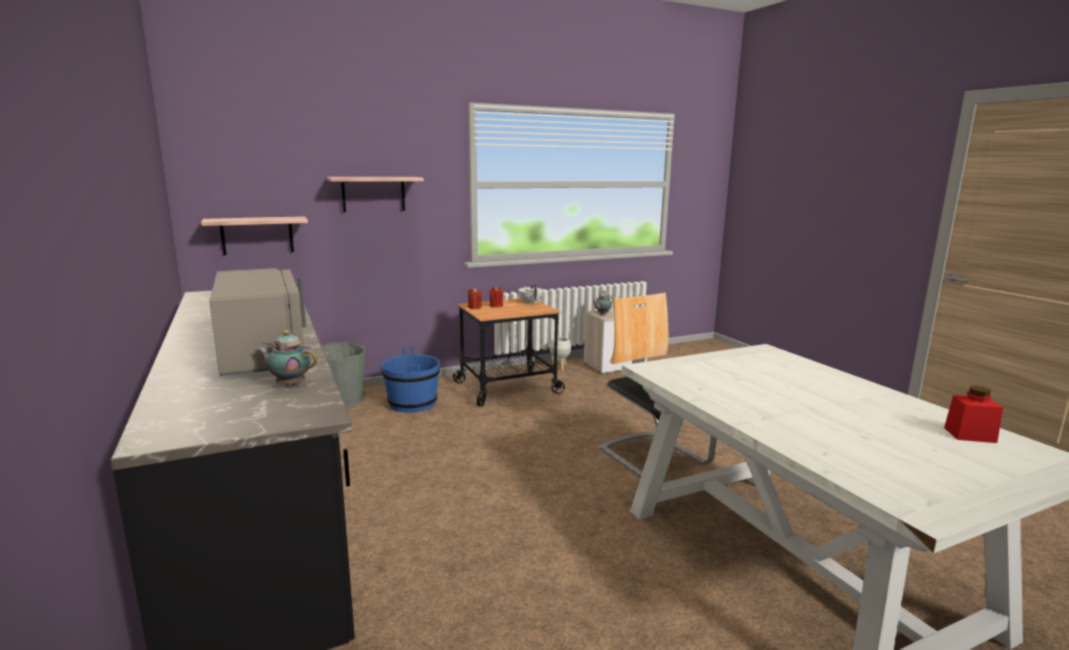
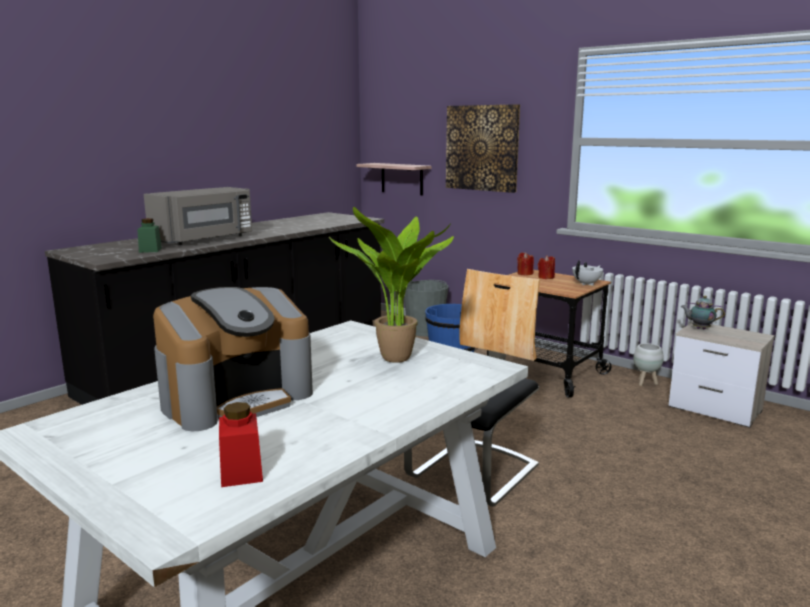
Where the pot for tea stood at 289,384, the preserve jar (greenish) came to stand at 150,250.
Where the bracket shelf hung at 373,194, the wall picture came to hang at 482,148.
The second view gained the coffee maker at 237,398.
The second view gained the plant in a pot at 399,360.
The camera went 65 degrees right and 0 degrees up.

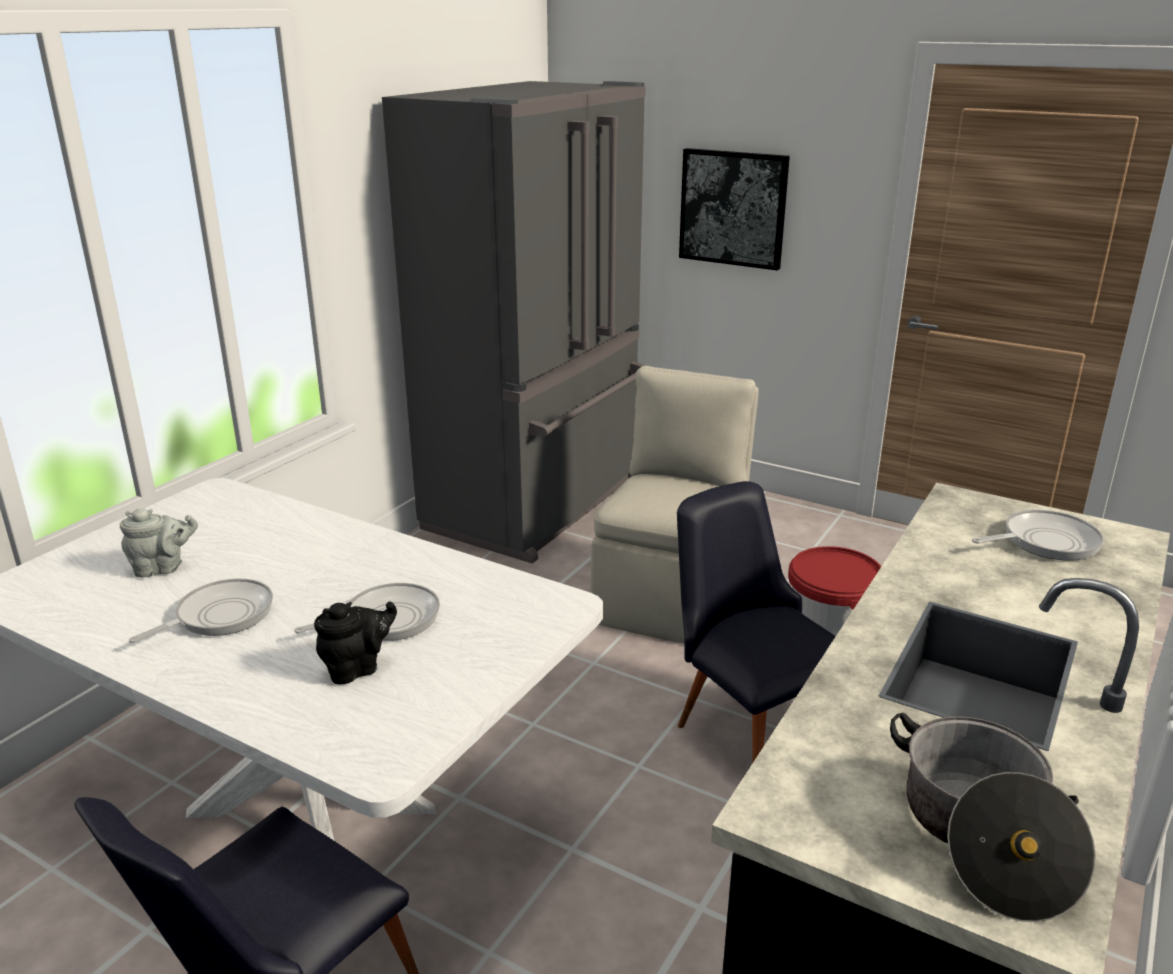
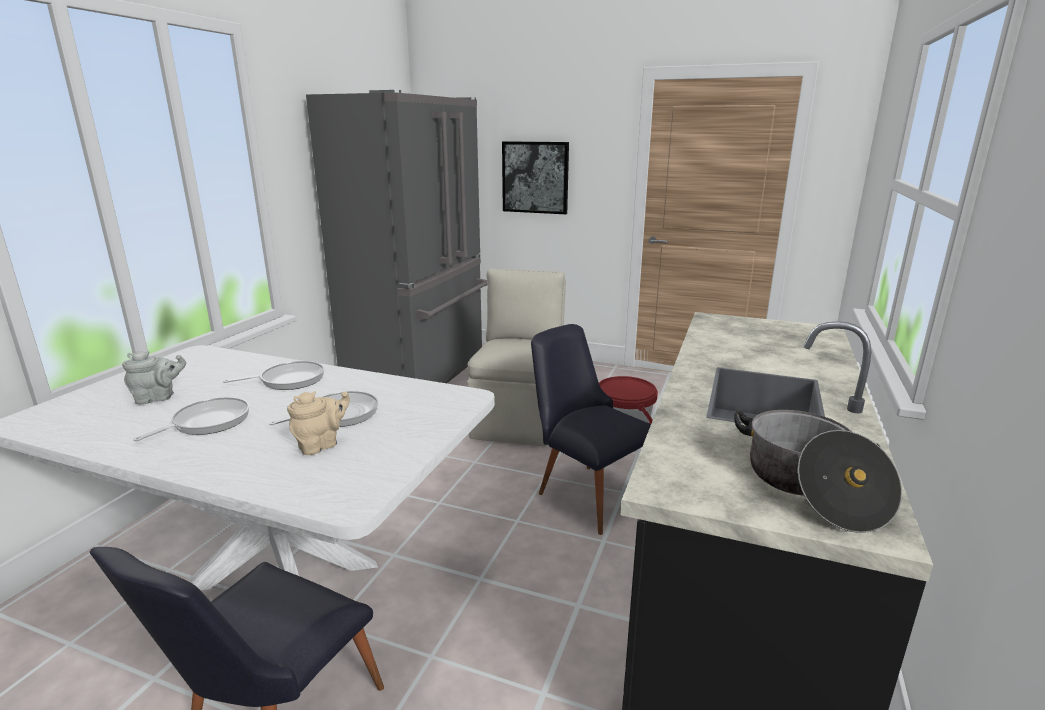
What was the pot for tea (black-coloured) at 357,668 turned into the pot for tea (beige) at 321,445.
The skillet ended up elsewhere, having gone from 1045,542 to 288,380.
The camera went 10 degrees left and 5 degrees down.

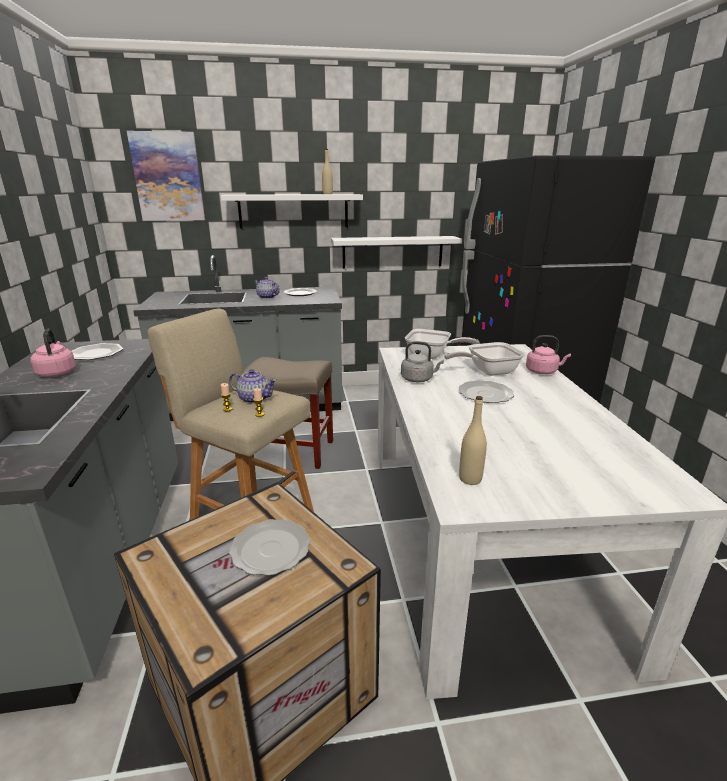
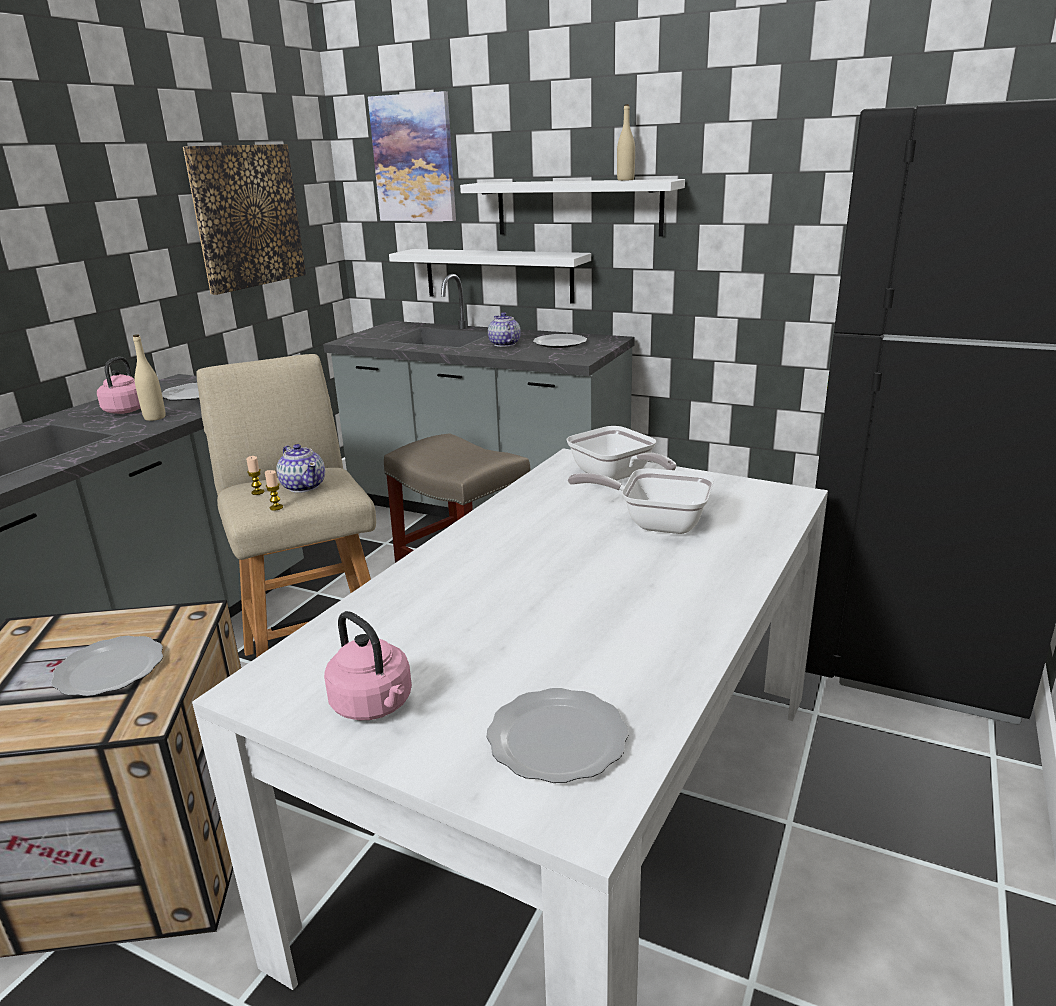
The bracket shelf (white-coloured) ended up elsewhere, having gone from 393,252 to 498,275.
The second view lost the tea kettle (gray) at 418,379.
The flat dish ended up elsewhere, having gone from 485,394 to 556,740.
The drink bottle (beige) ended up elsewhere, having gone from 470,479 to 155,418.
The tea kettle (pinkish) ended up elsewhere, having gone from 543,371 to 374,705.
The second view gained the wall picture at 247,216.
The camera went 35 degrees right and 0 degrees up.

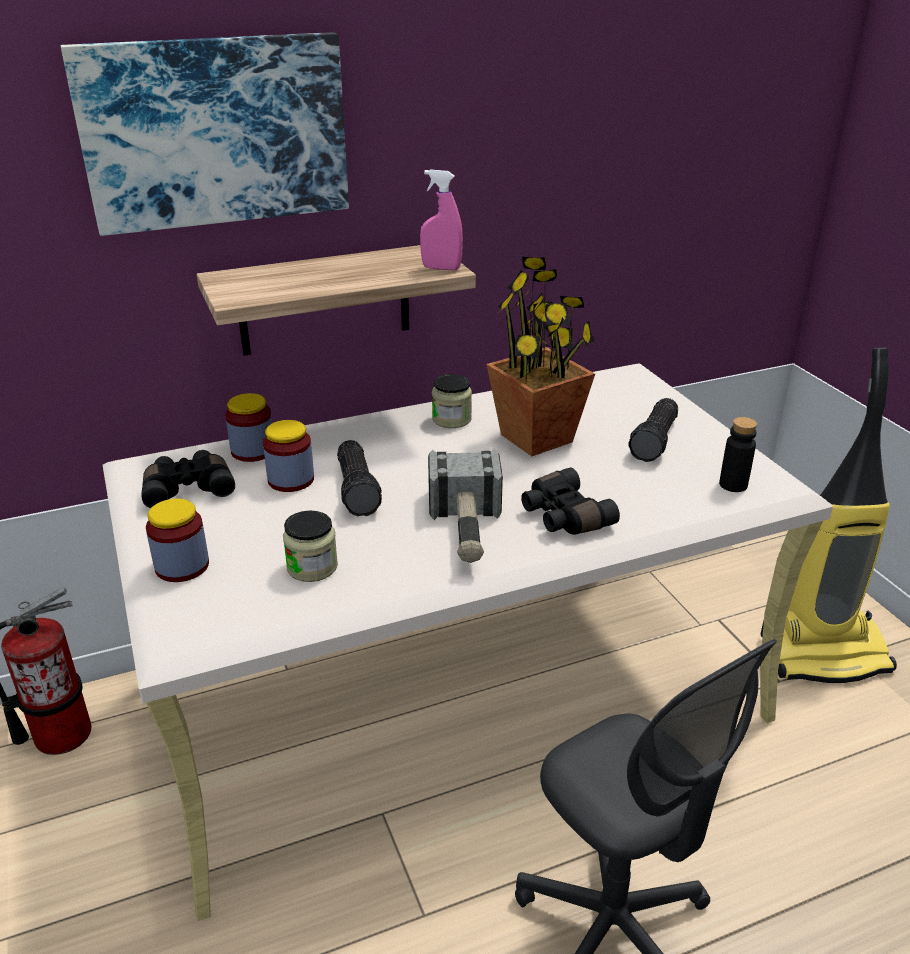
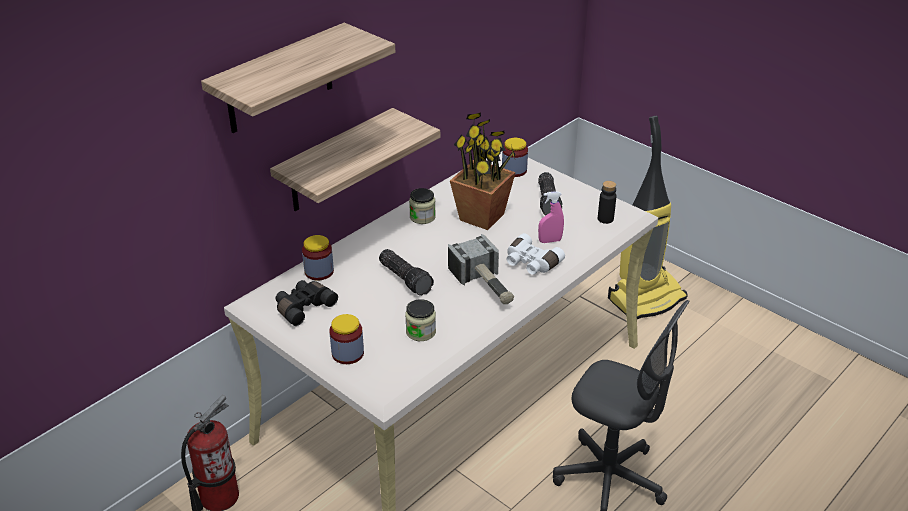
Where the wall picture hung at 215,132, the bracket shelf came to hang at 279,80.
The preserve jar ended up elsewhere, having gone from 291,480 to 514,170.
The spray bottle (pinkish) ended up elsewhere, having gone from 441,268 to 550,241.
What was the binoculars (black-coloured) at 563,516 turned into the binoculars (white-coloured) at 531,263.
The camera went 25 degrees left and 5 degrees up.

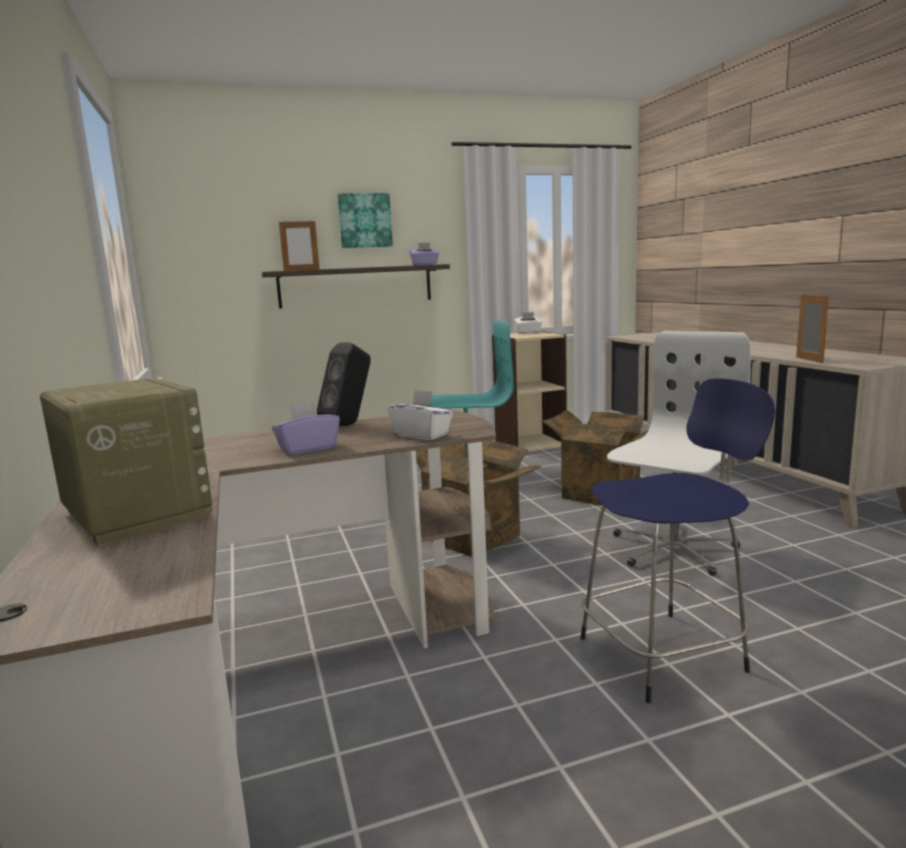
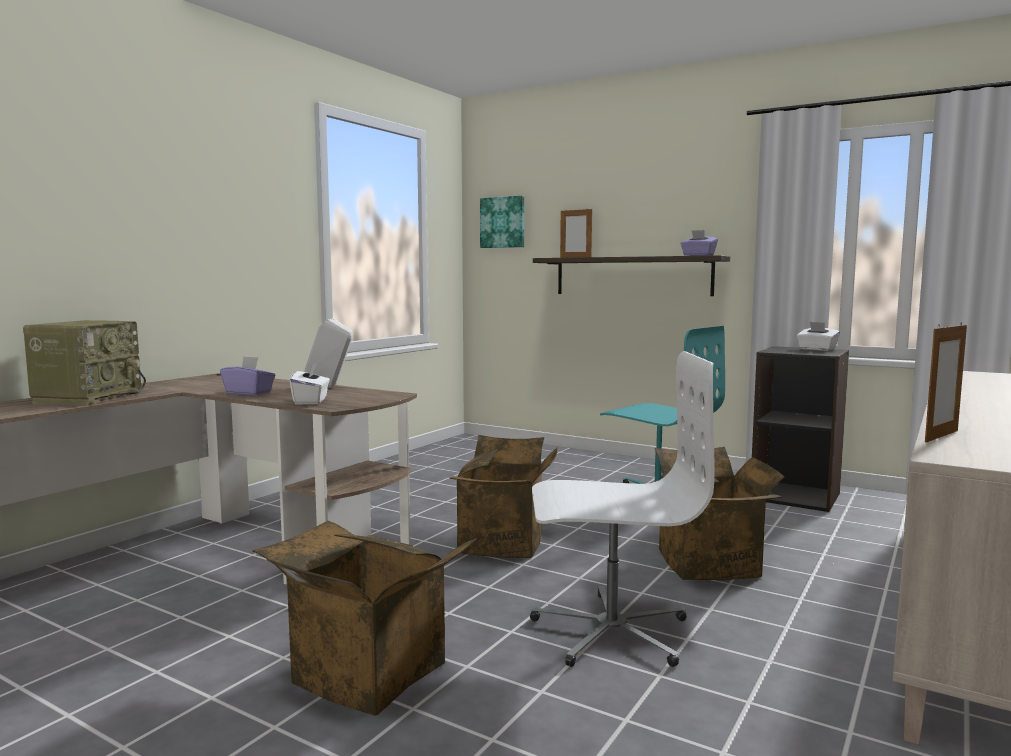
What was the loudspeaker (black-coloured) at 349,424 turned into the loudspeaker (white-coloured) at 329,387.
The wall picture ended up elsewhere, having gone from 364,220 to 503,222.
What was the shelving unit (beige) at 530,443 turned into the shelving unit (black-coloured) at 795,496.
Where the stool (bluish) stood at 666,653, the cardboard box came to stand at 363,676.
The camera went 50 degrees right and 5 degrees down.

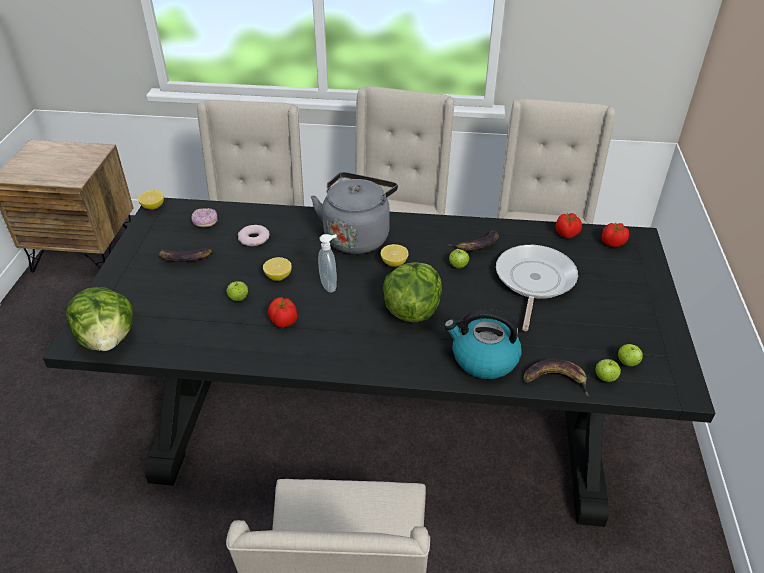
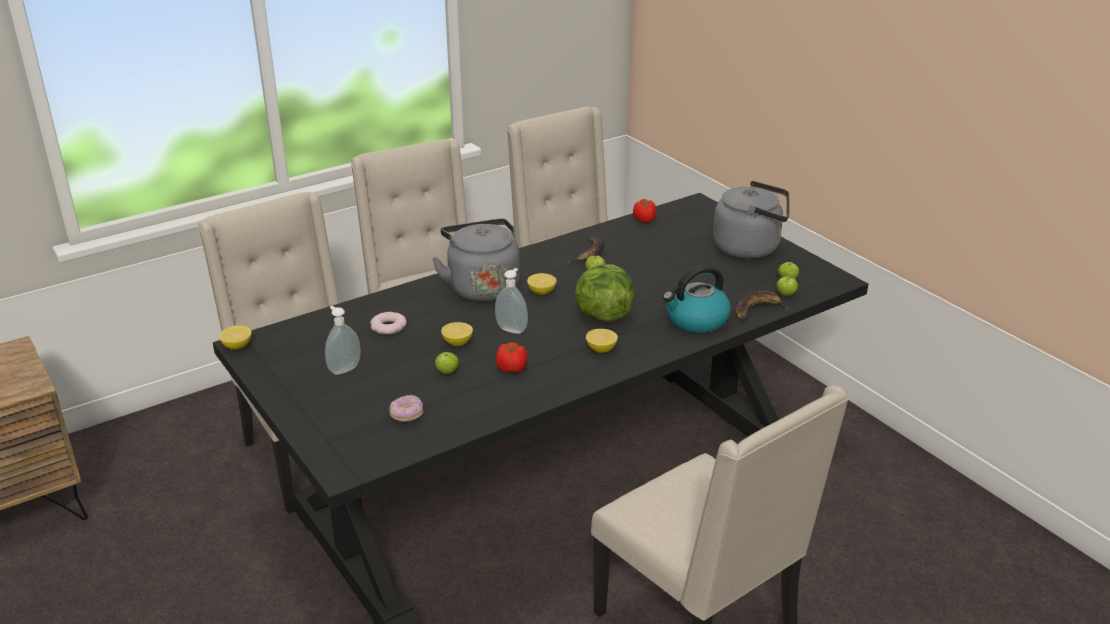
The second view lost the lettuce head at 108,339.
Where the banana stood at 184,258, the liquid soap bottle came to stand at 343,369.
The donut ended up elsewhere, having gone from 205,222 to 407,415.
The second view lost the skillet at 533,281.
The second view lost the fresh tomato at 612,243.
The second view gained the lemon at 601,349.
The second view gained the tea kettle (gray) at 750,248.
The camera went 40 degrees left and 10 degrees down.

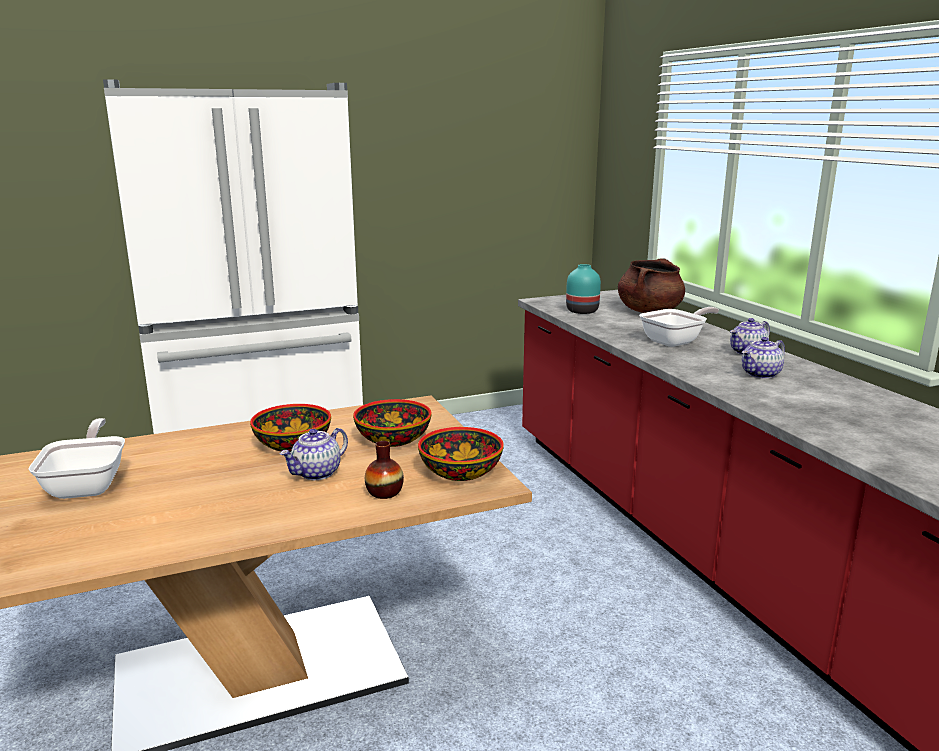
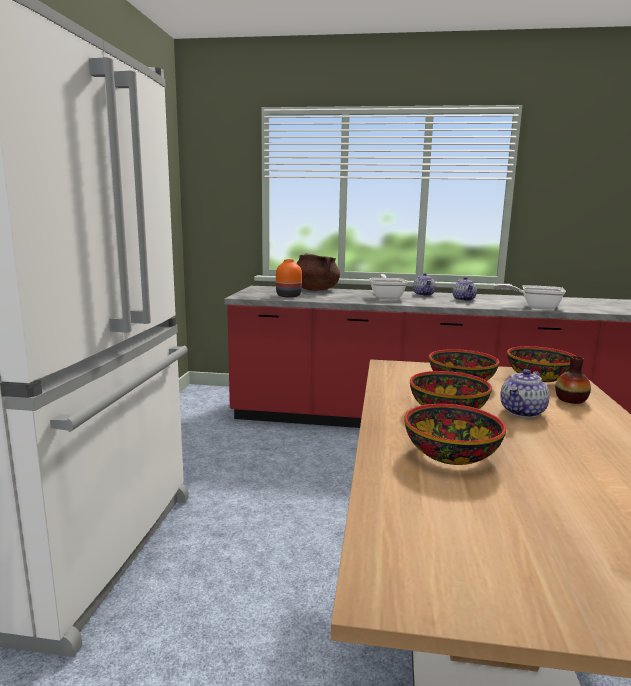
The skillet ended up elsewhere, having gone from 88,484 to 535,307.
The pot for tea at 317,473 ended up facing another way, 60 degrees clockwise from before.
What was the vase (turquoise-coloured) at 581,311 turned into the vase (orange) at 288,296.
The second view gained the deep dish at 452,454.
The camera went 60 degrees left and 5 degrees down.

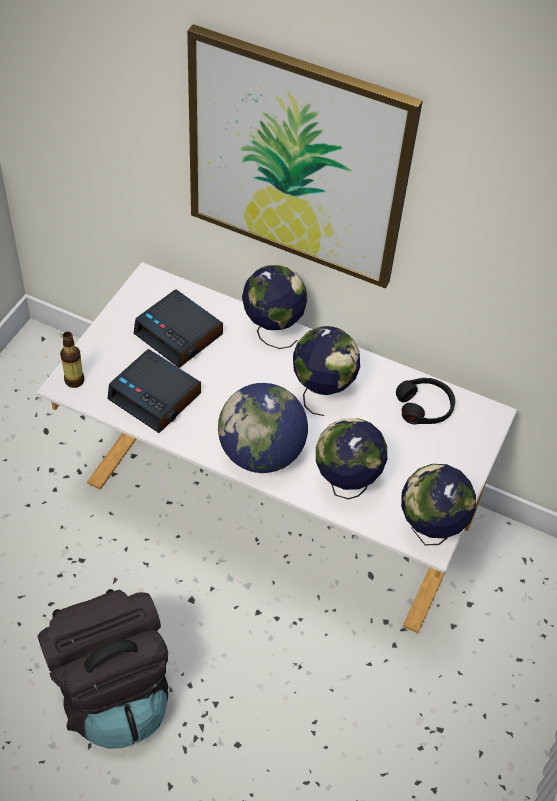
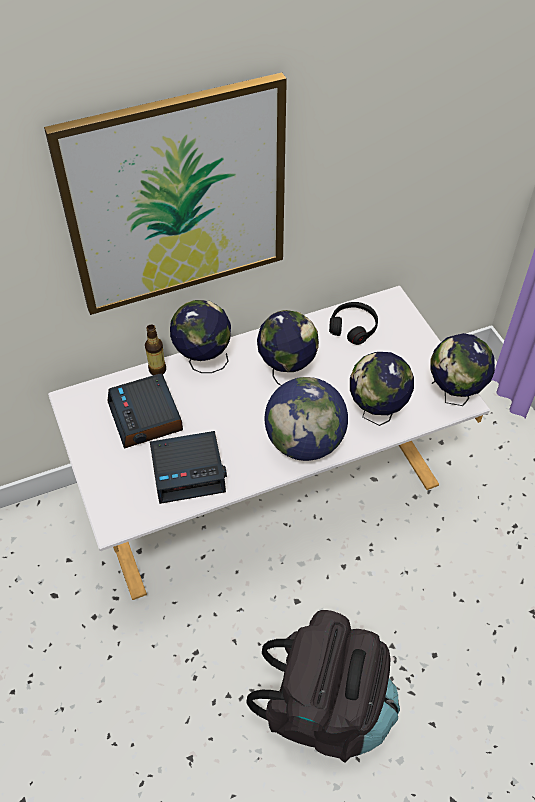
The drink bottle ended up elsewhere, having gone from 74,380 to 157,370.
The bedside clock at 180,335 ended up facing another way, 75 degrees clockwise from before.
The camera went 45 degrees left and 0 degrees up.

